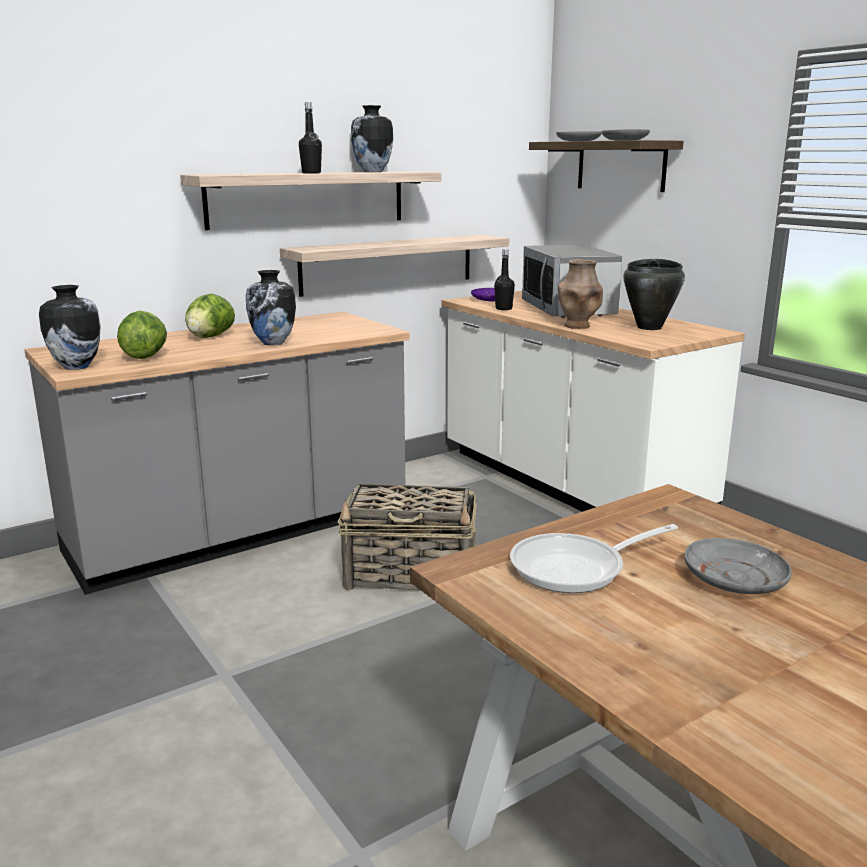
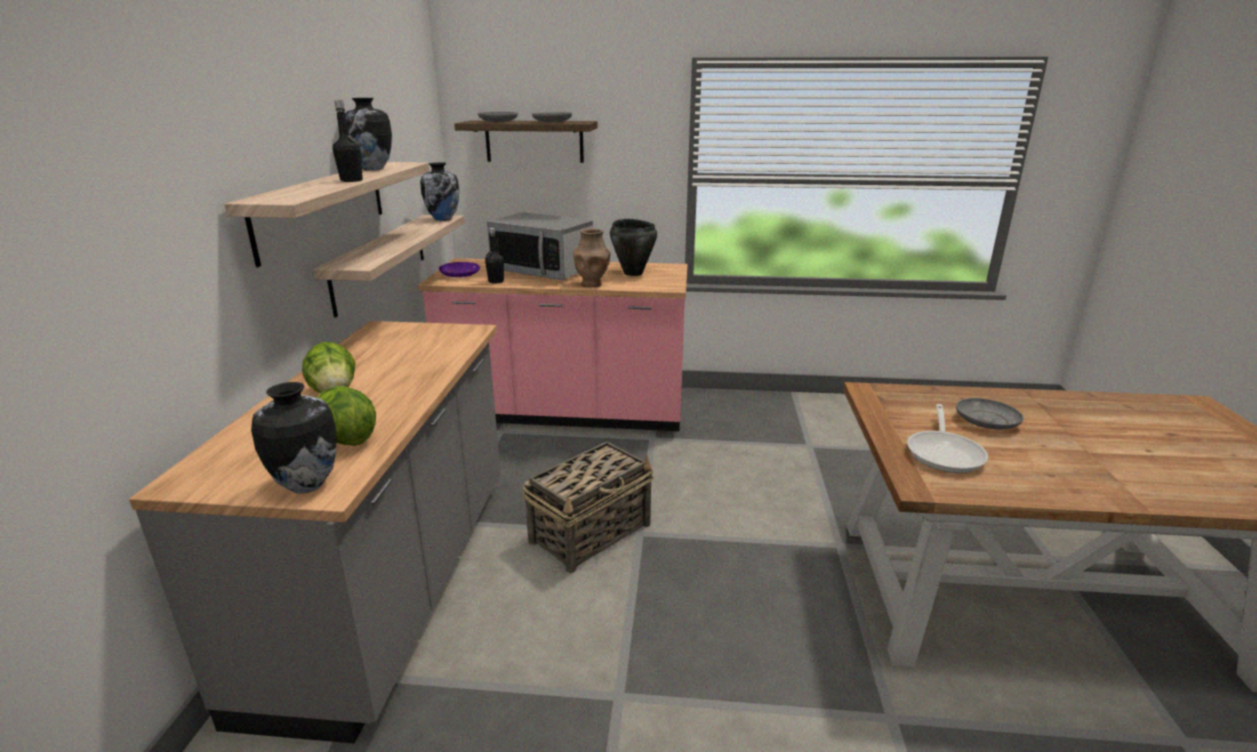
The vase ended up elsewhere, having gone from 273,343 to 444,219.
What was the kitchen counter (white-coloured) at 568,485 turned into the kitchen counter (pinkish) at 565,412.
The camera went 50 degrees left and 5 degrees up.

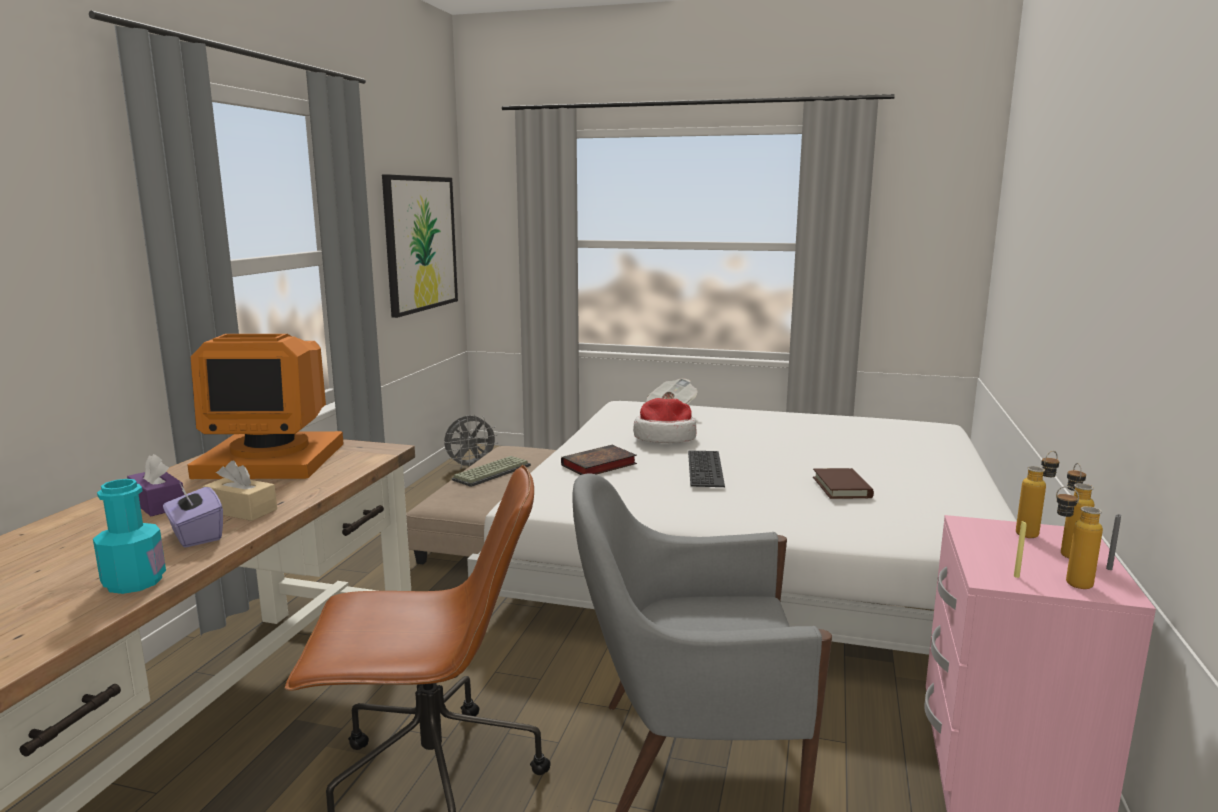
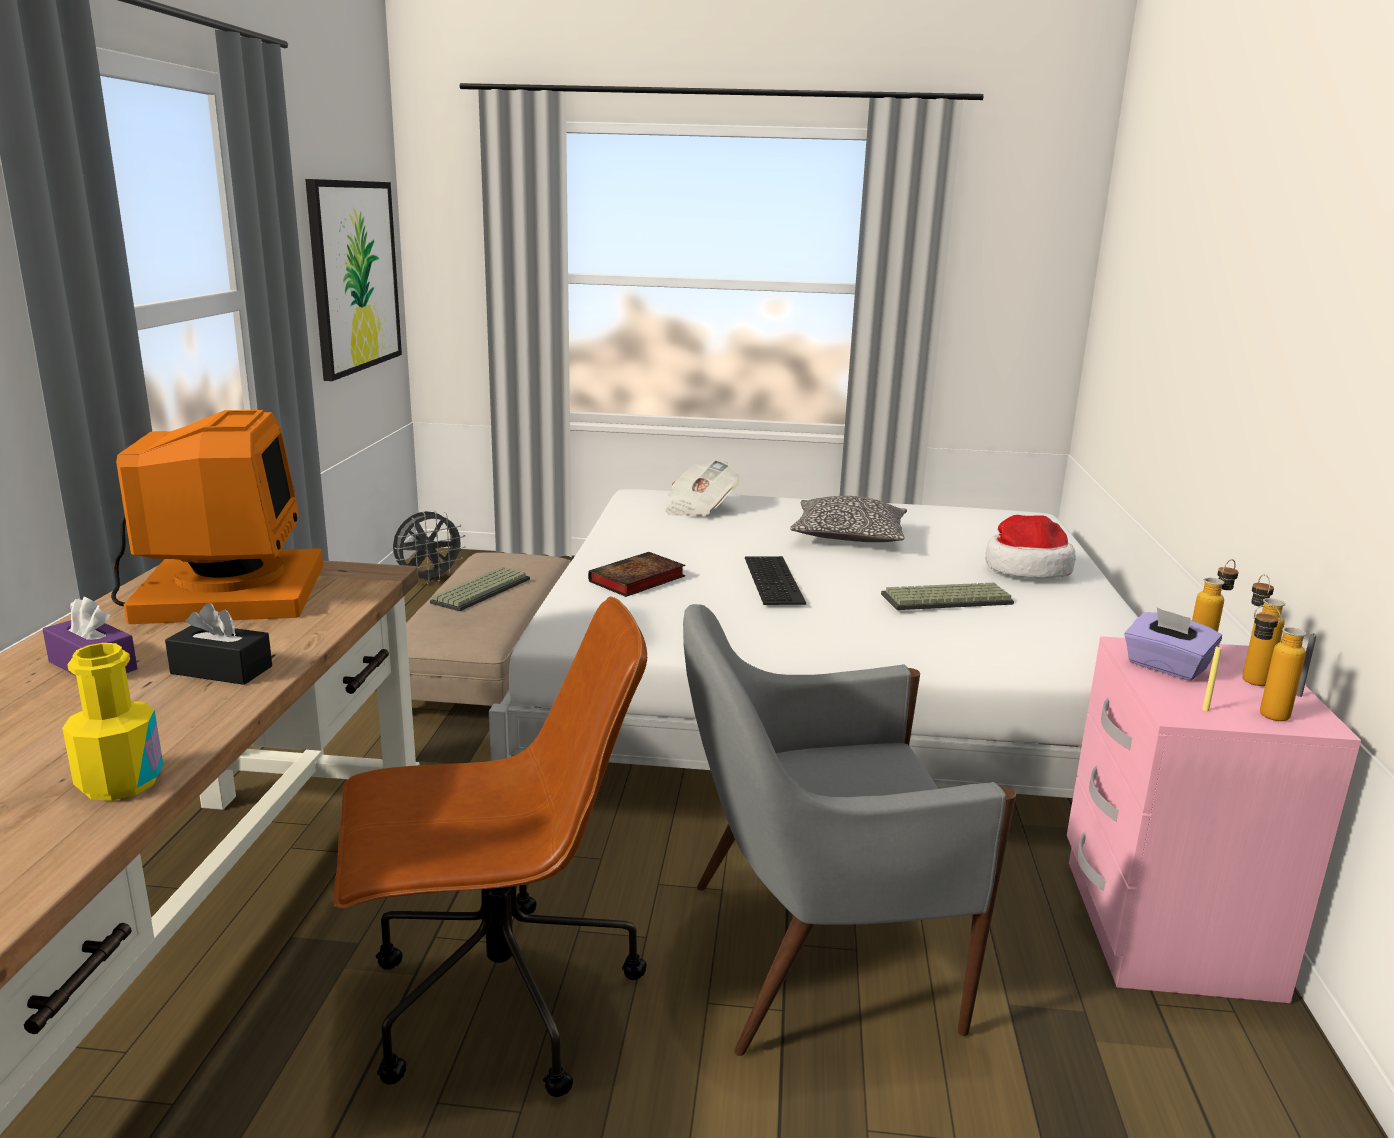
What was the drink bottle (turquoise-coloured) at 134,582 turned into the drink bottle (yellow-coloured) at 120,782.
The box of tissues (purplish) ended up elsewhere, having gone from 195,535 to 1166,667.
The computer screen at 273,459 ended up facing another way, 90 degrees counterclockwise from before.
What was the box of tissues (beige) at 241,510 turned into the box of tissues (black-coloured) at 221,670.
The clothing hat ended up elsewhere, having gone from 664,437 to 1026,568.
Where the volume (brown) stood at 842,487, the keyboard came to stand at 946,600.
The second view gained the cushion at 848,537.
The camera went 10 degrees left and 5 degrees up.

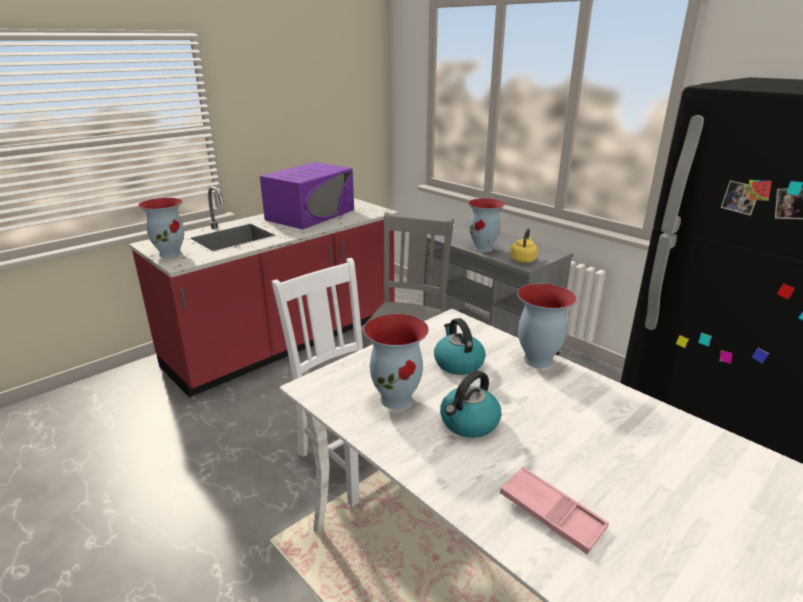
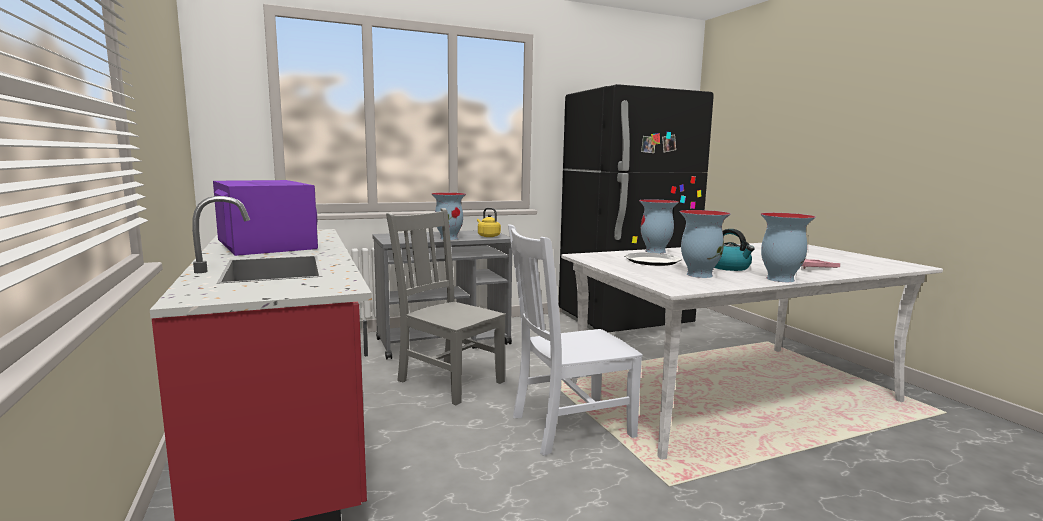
The vase ended up elsewhere, having gone from 171,254 to 779,279.
Where the tea kettle stood at 458,363, the flat dish came to stand at 652,261.
The camera went 70 degrees left and 15 degrees down.

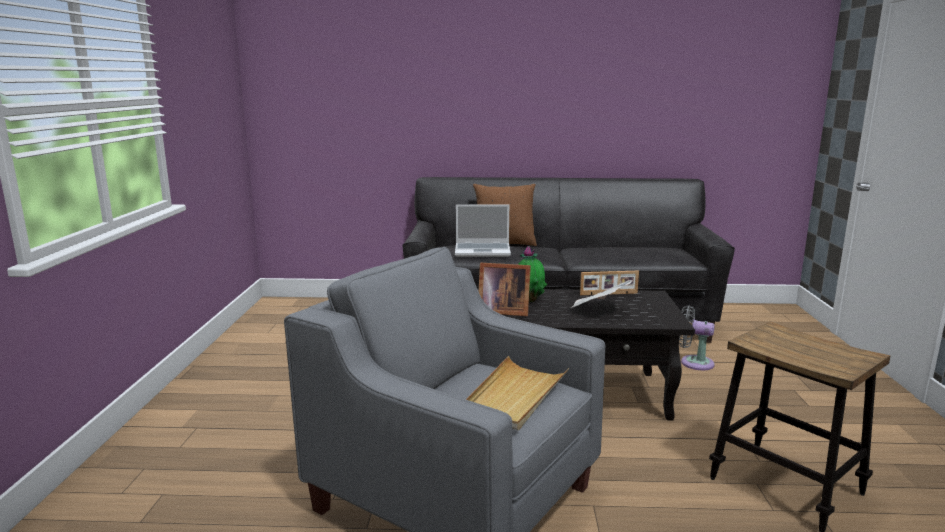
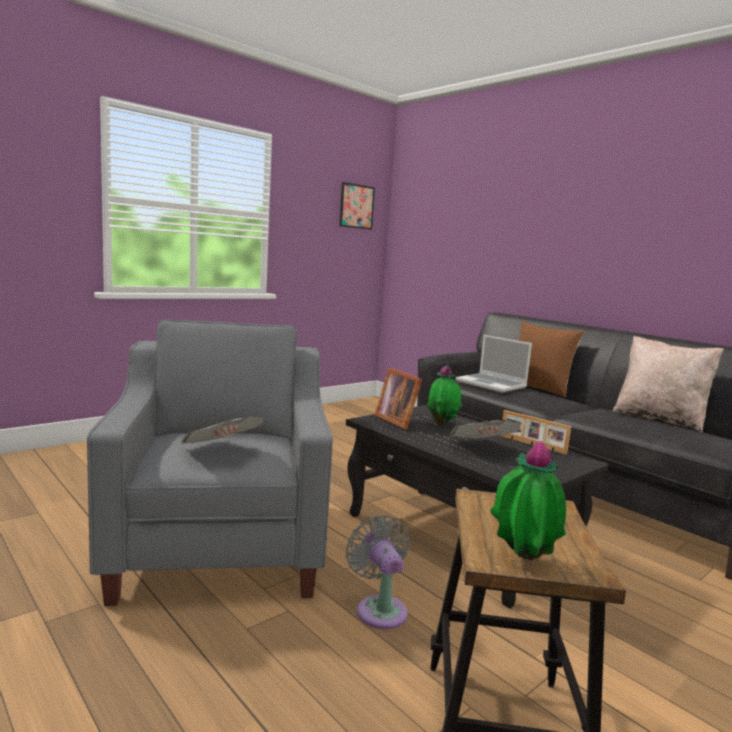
Where the serving tray (beige) stood at 514,396, the daily paper came to stand at 221,452.
The cooling fan (gray) ended up elsewhere, having gone from 693,362 to 379,609.
The second view gained the wall picture at 356,206.
The second view gained the plant in a pot at 521,561.
The second view gained the cushion (beige) at 659,419.
The camera went 45 degrees right and 5 degrees down.

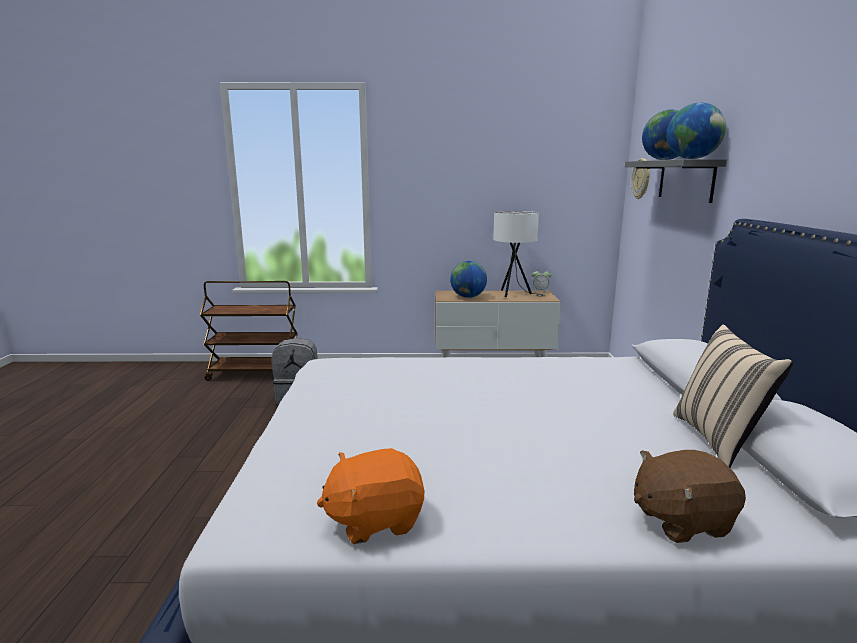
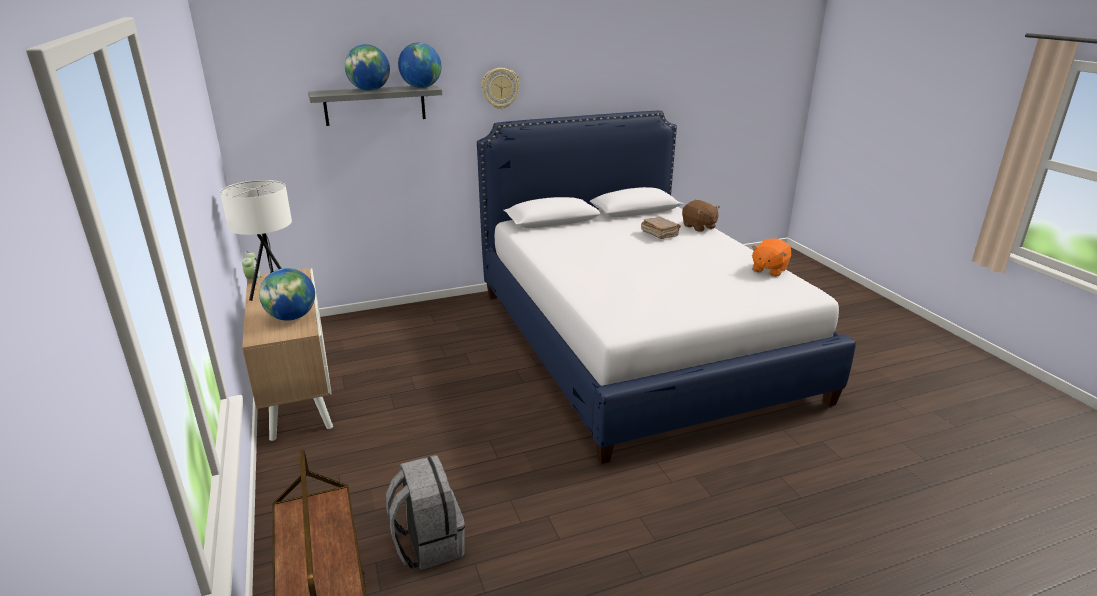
The soft toy (orange) at 374,520 ended up facing another way, 75 degrees clockwise from before.
The wall clock ended up elsewhere, having gone from 641,178 to 500,88.
The second view lost the cushion (beige) at 719,440.
The second view gained the volume (brown) at 659,234.
The camera went 110 degrees left and 10 degrees up.

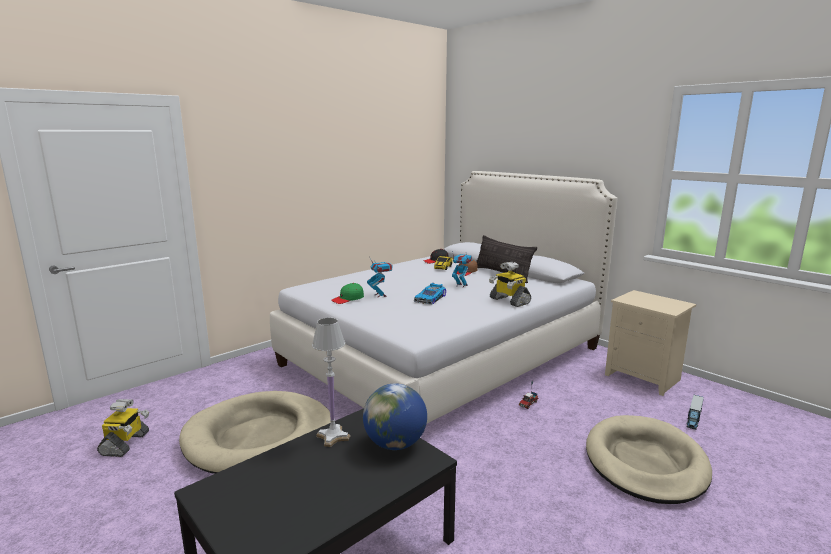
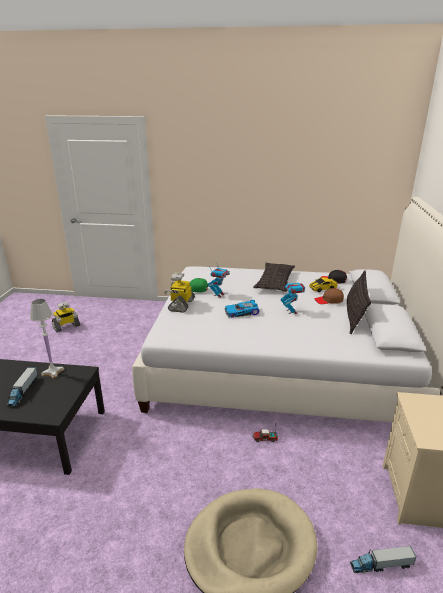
The second view lost the dog bed (beige) at 260,437.
The second view lost the globe at 395,444.
The toy robot ended up elsewhere, having gone from 509,301 to 181,305.
The second view gained the toy lorry at 23,392.
The second view gained the cushion at 275,281.
The camera went 50 degrees right and 10 degrees up.

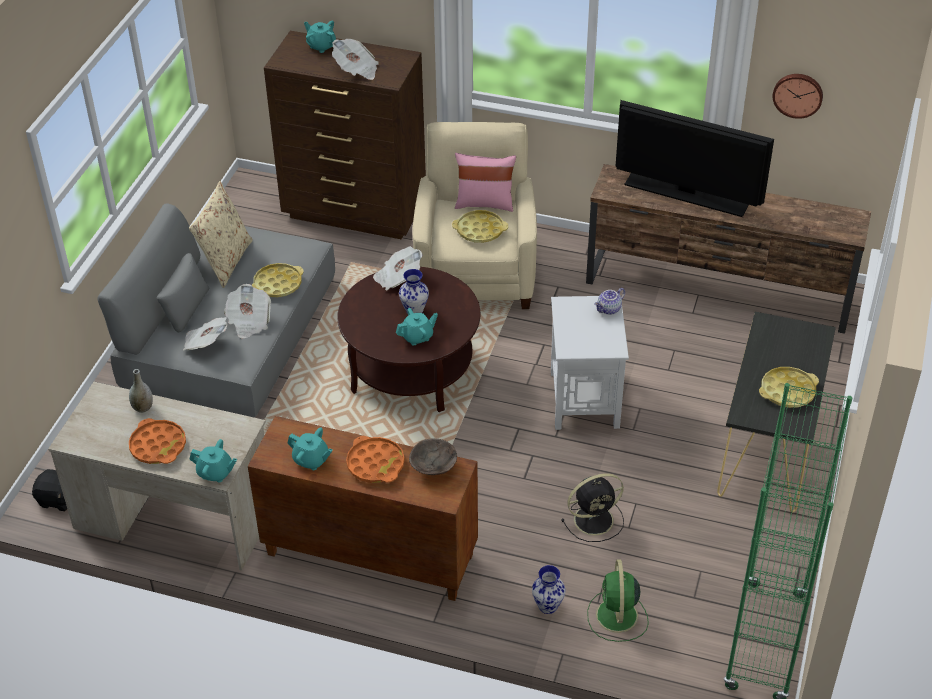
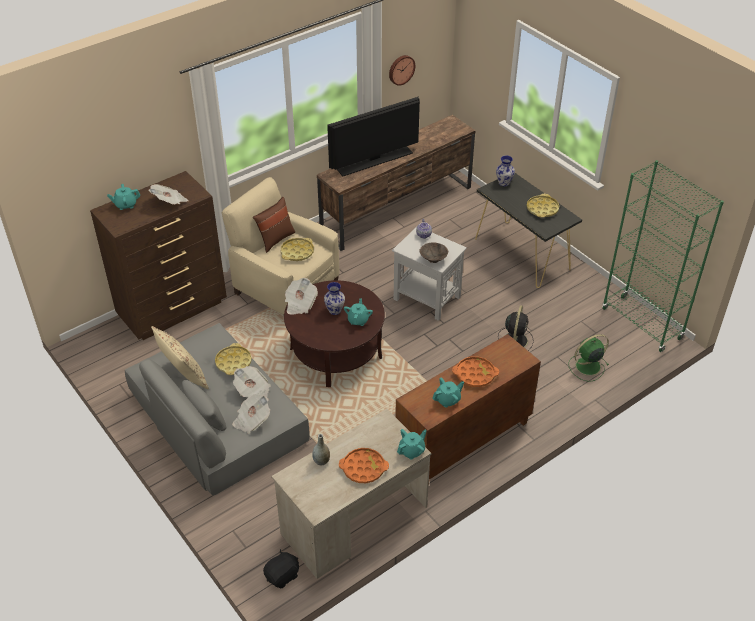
The deep dish (brown) ended up elsewhere, having gone from 433,468 to 434,259.
What was the cushion (pinkish) at 484,203 turned into the cushion (brown) at 275,239.
The vase ended up elsewhere, having gone from 548,606 to 504,183.
The cooling fan (greenish) at 617,617 ended up facing another way, 120 degrees clockwise from before.
The camera went 55 degrees left and 0 degrees up.

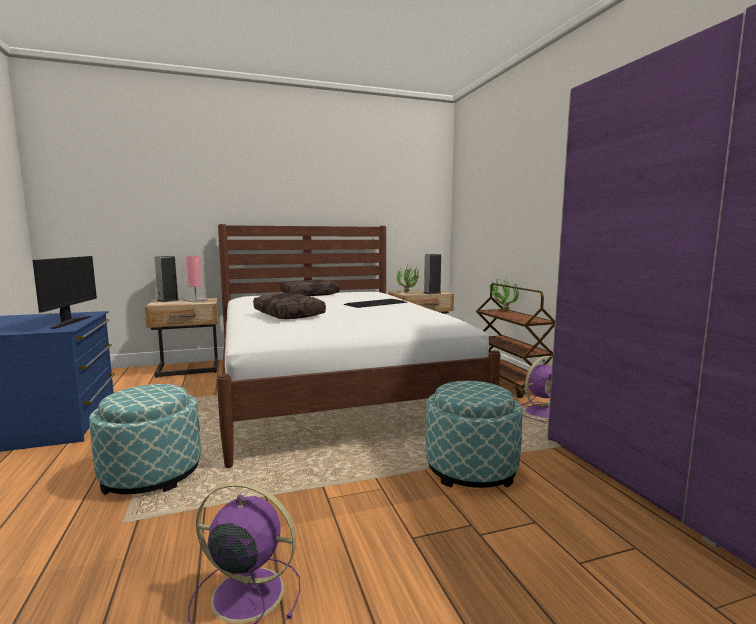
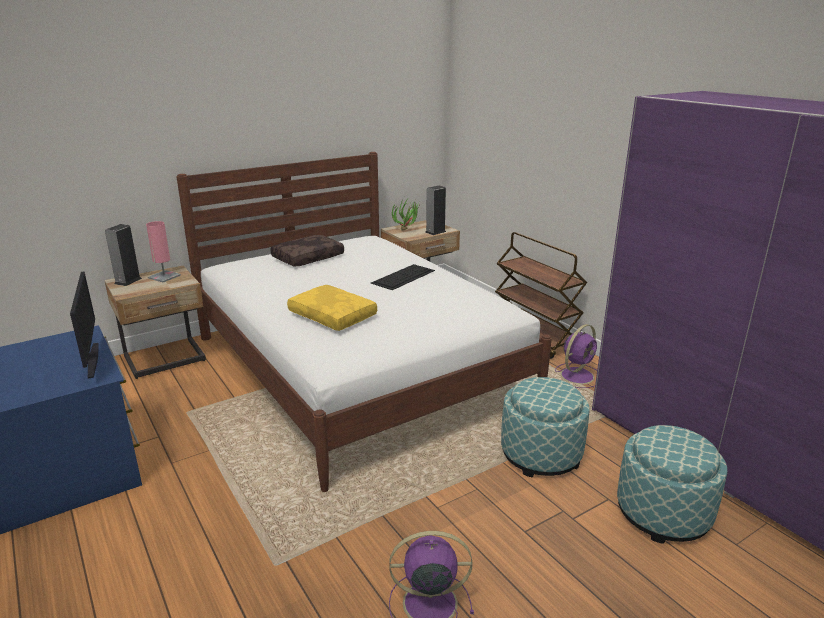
The footrest ended up elsewhere, having gone from 151,474 to 662,513.
What was the cushion (brown) at 290,315 turned into the cushion (yellow-coloured) at 334,316.
The second view lost the plant in a pot at 502,309.
The camera went 15 degrees left and 15 degrees up.

